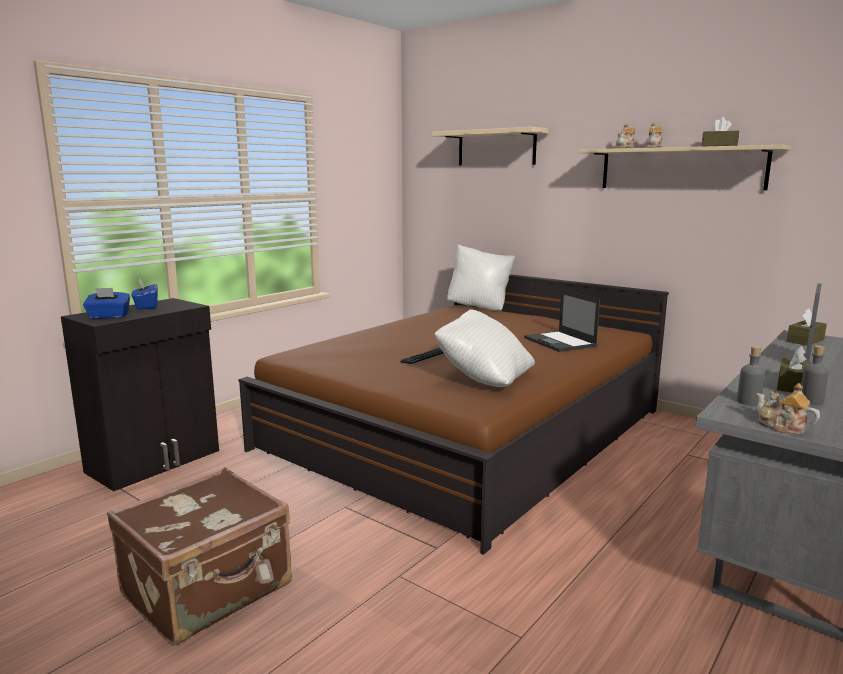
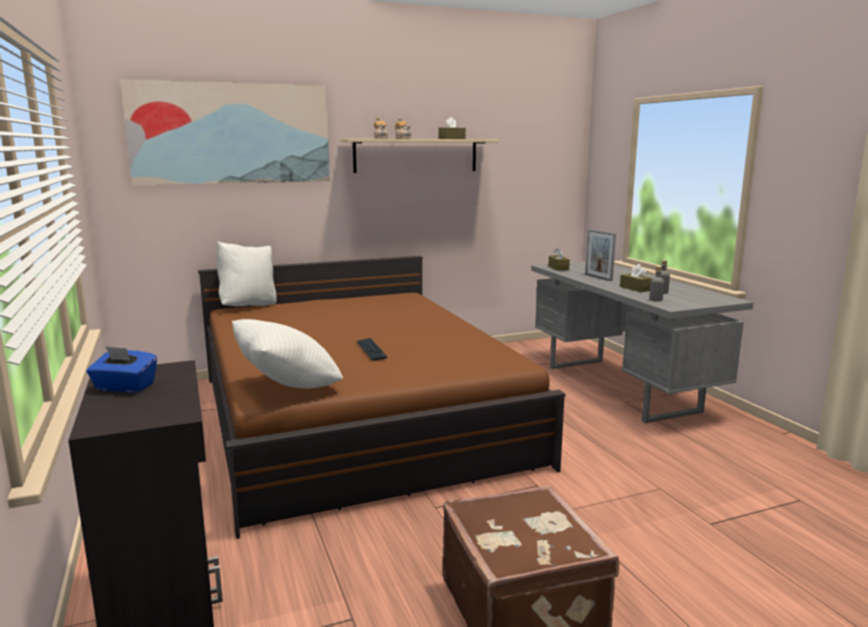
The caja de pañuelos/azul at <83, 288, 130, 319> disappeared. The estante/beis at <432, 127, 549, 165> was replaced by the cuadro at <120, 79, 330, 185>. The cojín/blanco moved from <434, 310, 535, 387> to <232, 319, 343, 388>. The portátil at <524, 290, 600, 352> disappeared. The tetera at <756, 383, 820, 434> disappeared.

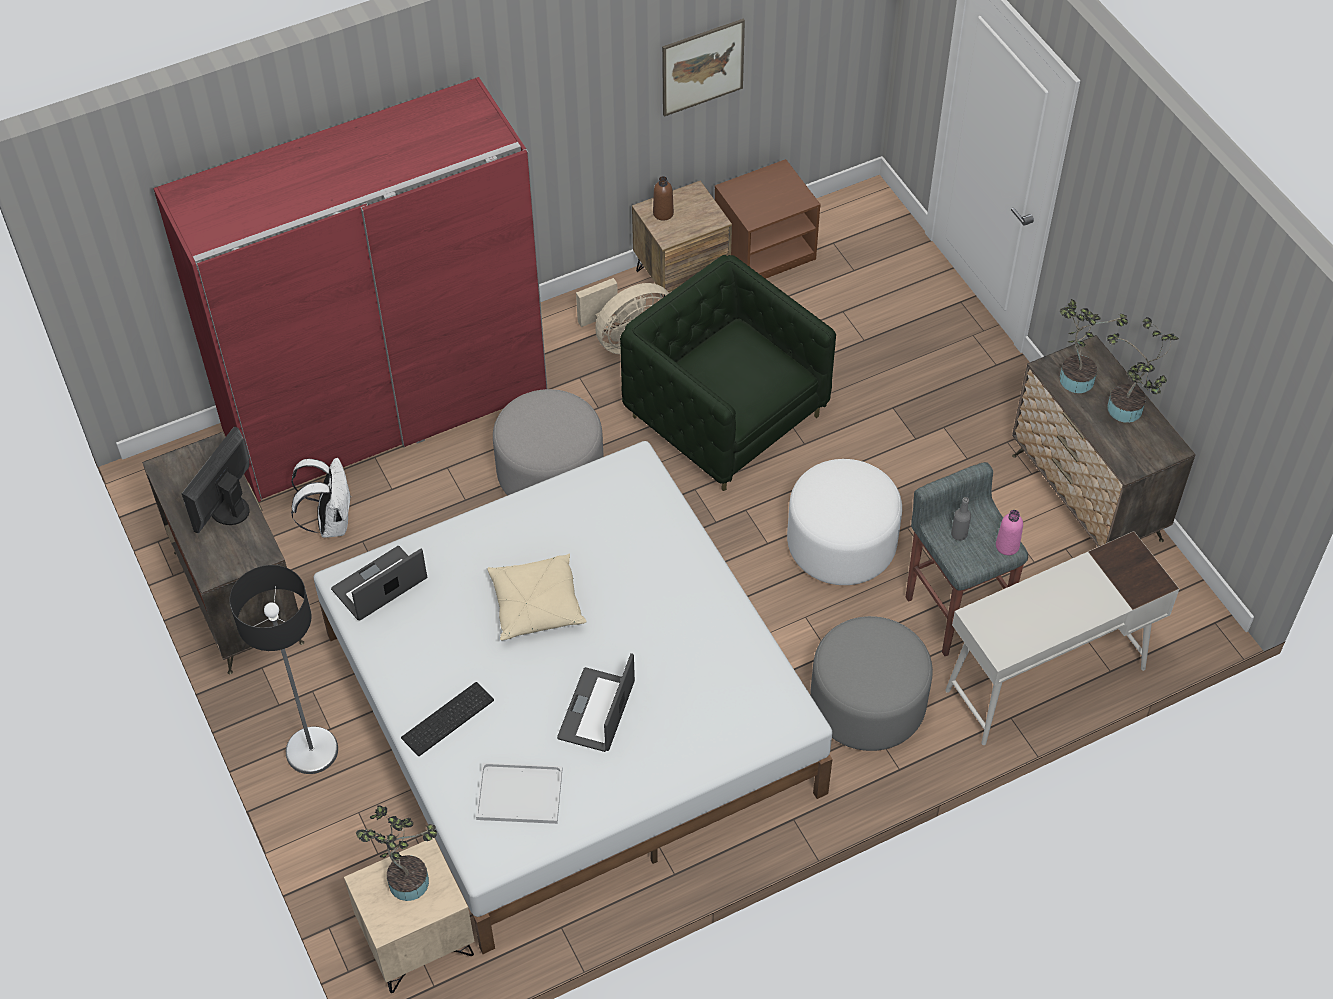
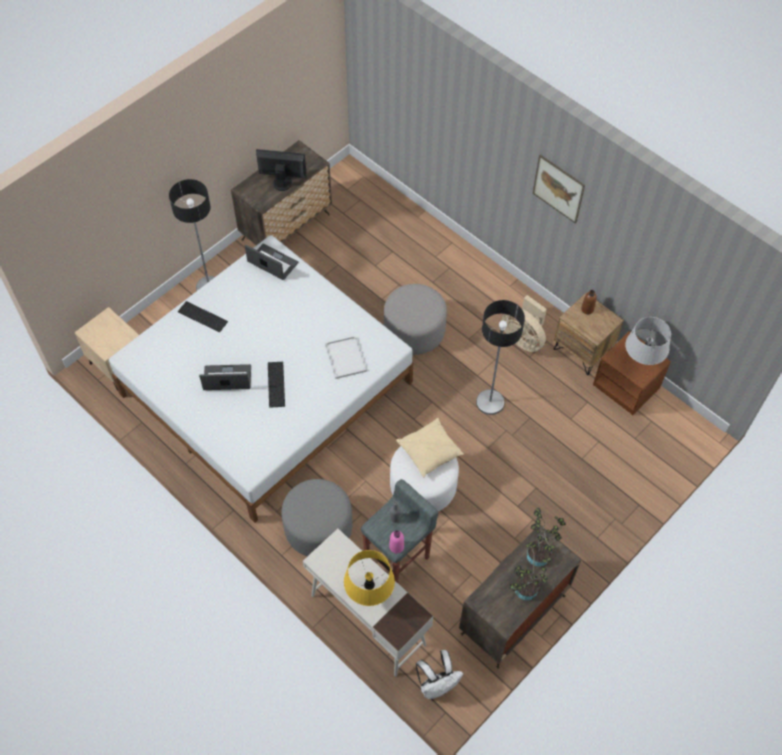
The armario ropero/rojo at <153, 77, 547, 502> disappeared. The mochila/blanco moved from <291, 458, 352, 538> to <416, 650, 464, 699>. The planta en maceta at <356, 805, 437, 901> disappeared. The bandeja/blanco moved from <476, 763, 563, 824> to <325, 336, 367, 379>. The cojín/beis moved from <487, 553, 587, 640> to <396, 418, 464, 477>. The sillón/verde at <620, 255, 836, 491> was replaced by the lámpara de pie at <476, 300, 525, 415>. The cuadro moved from <662, 18, 745, 117> to <533, 154, 585, 224>. The teclado at <268, 362, 285, 408> appeared. The lámpara de mesa/amarillo at <344, 550, 395, 606> appeared. The lámpara de mesa/gris at <625, 317, 671, 365> appeared.

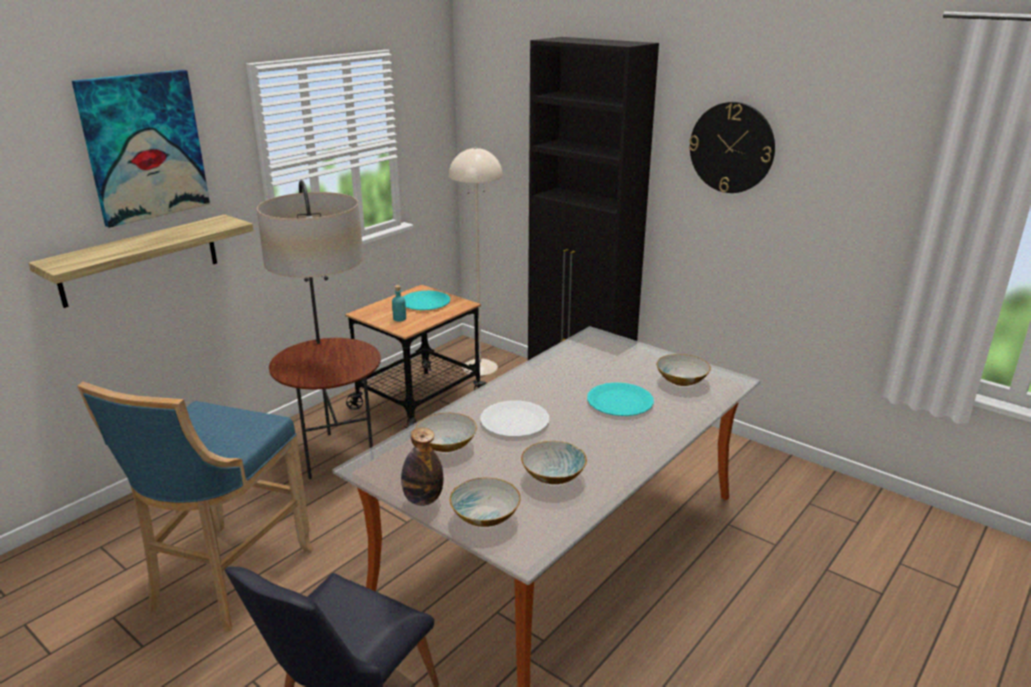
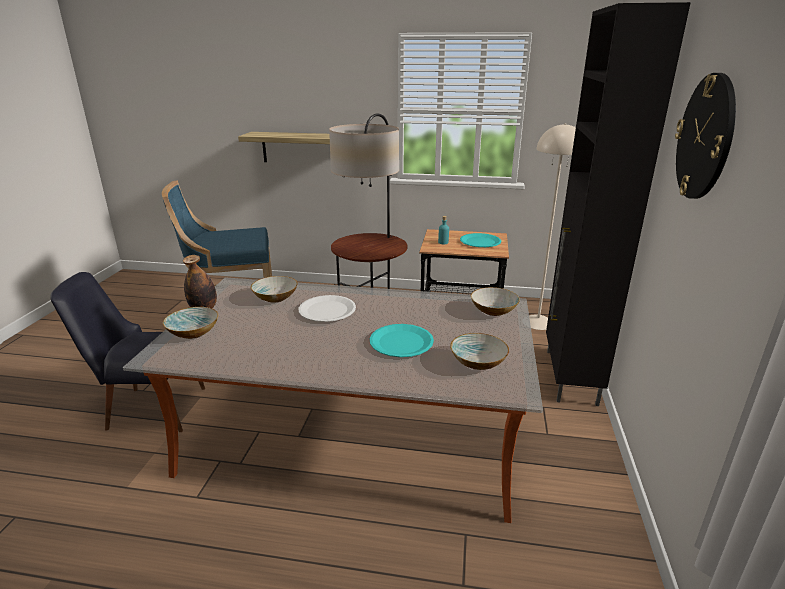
The cuadro at <72, 70, 210, 228> disappeared. The cuenco moved from <521, 441, 587, 484> to <471, 287, 520, 316>.

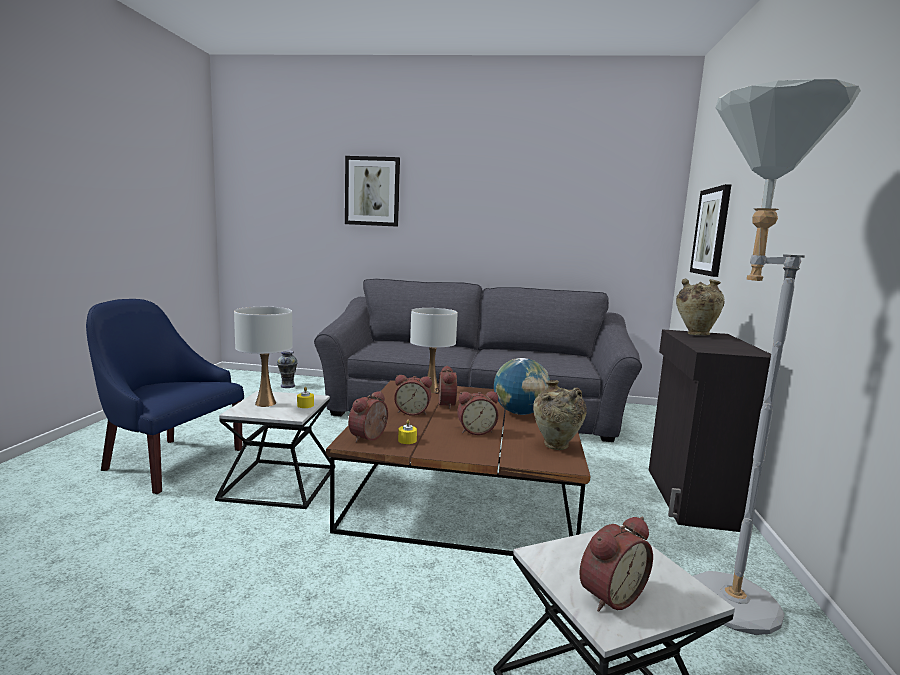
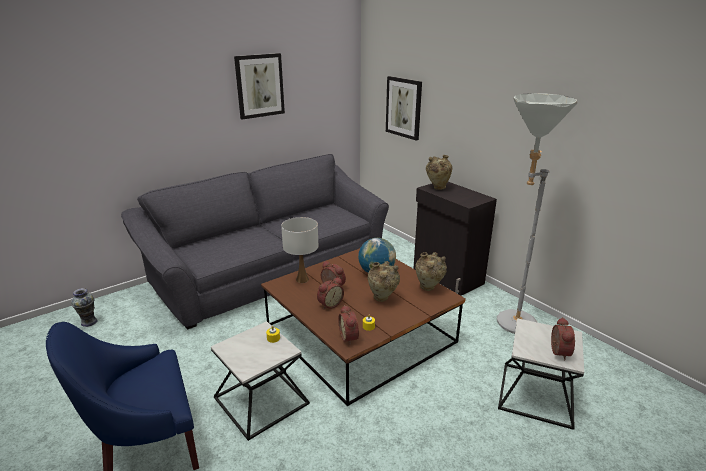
The lámpara de mesa/blanco at <234, 307, 293, 407> disappeared. The cuadro moved from <345, 156, 400, 227> to <234, 53, 285, 120>. The despertador at <457, 391, 498, 435> was replaced by the florero/beis at <368, 261, 400, 302>.

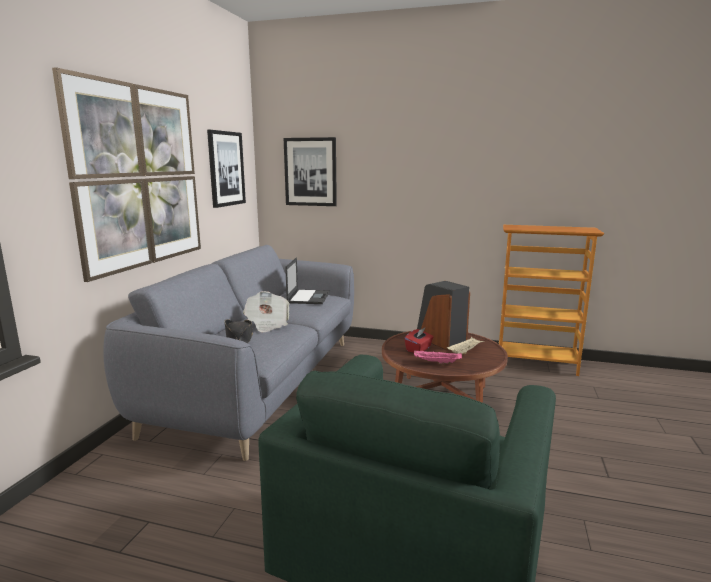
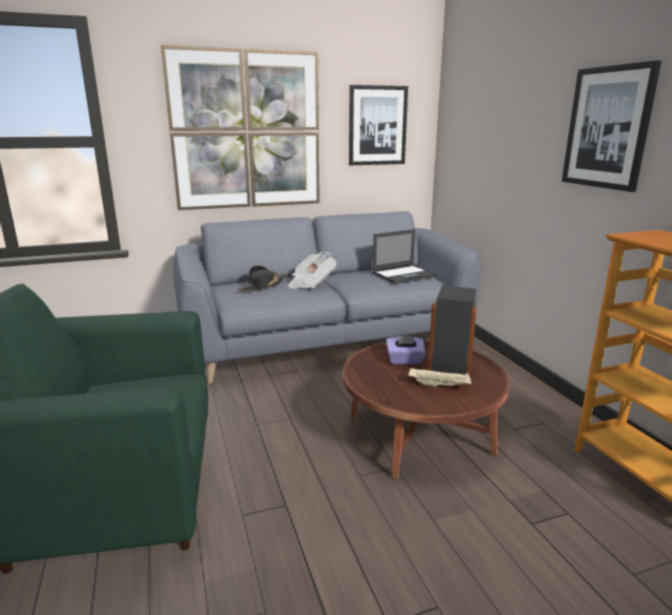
The cuadro moved from <284, 137, 337, 206> to <562, 60, 661, 192>. The caja de pañuelos/rojo at <404, 327, 434, 353> became the caja de pañuelos/morado at <386, 336, 426, 365>. The bandeja/rosa at <414, 351, 462, 364> disappeared.

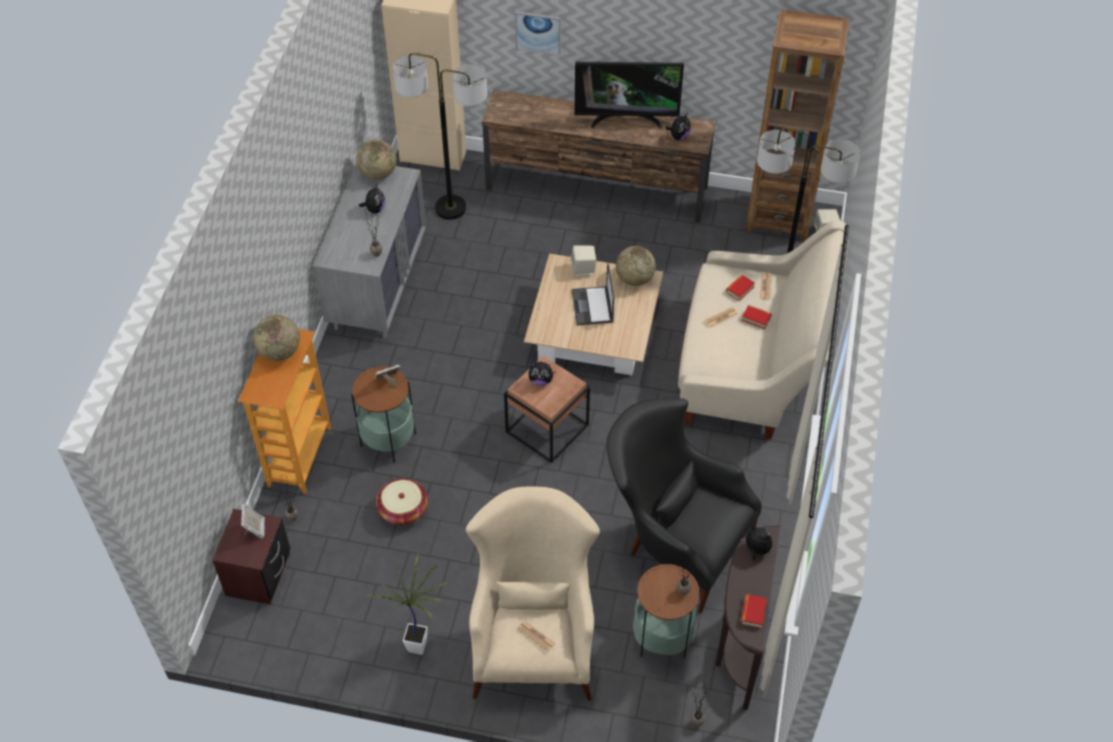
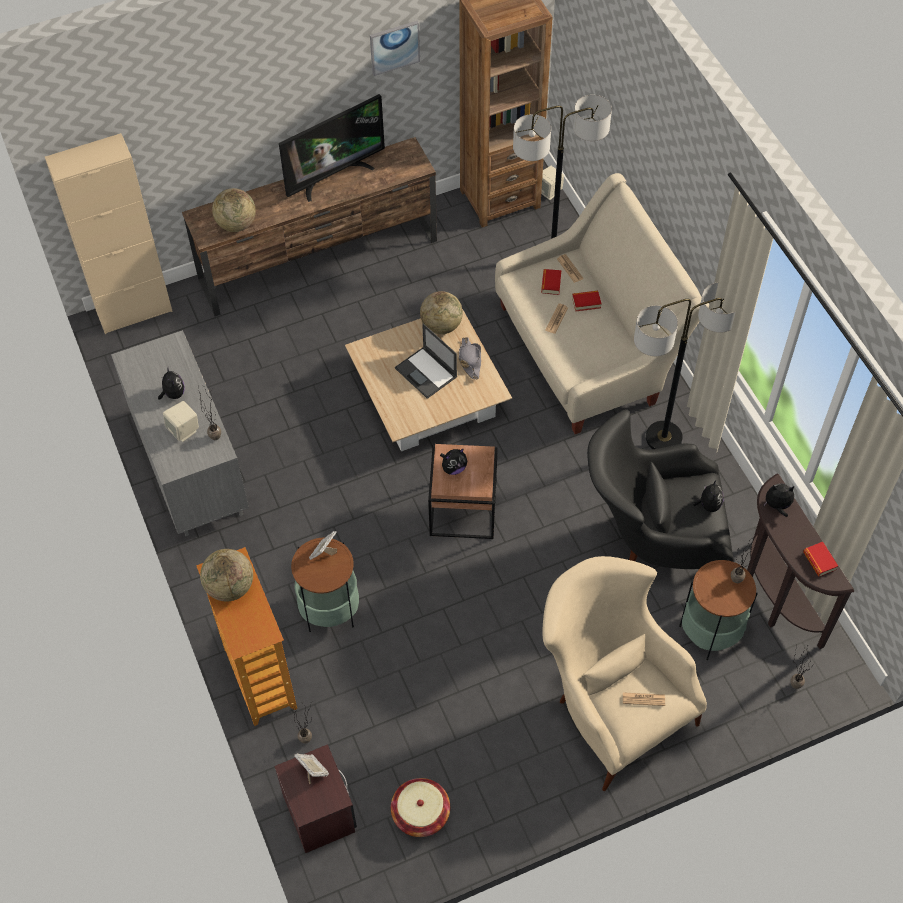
The globo terráqueo moved from <356, 140, 397, 180> to <212, 188, 256, 232>. The planta en maceta at <364, 552, 450, 655> disappeared. The cesta moved from <376, 479, 428, 525> to <391, 778, 450, 837>. The lámpara de pie moved from <393, 53, 487, 220> to <634, 282, 736, 449>. The cuadro moved from <515, 11, 561, 55> to <370, 21, 420, 76>. The altavoz/beis moved from <571, 245, 596, 277> to <163, 401, 199, 442>. The peluche moved from <665, 113, 691, 140> to <693, 480, 724, 512>. The sombrero/gris at <459, 337, 481, 379> appeared.

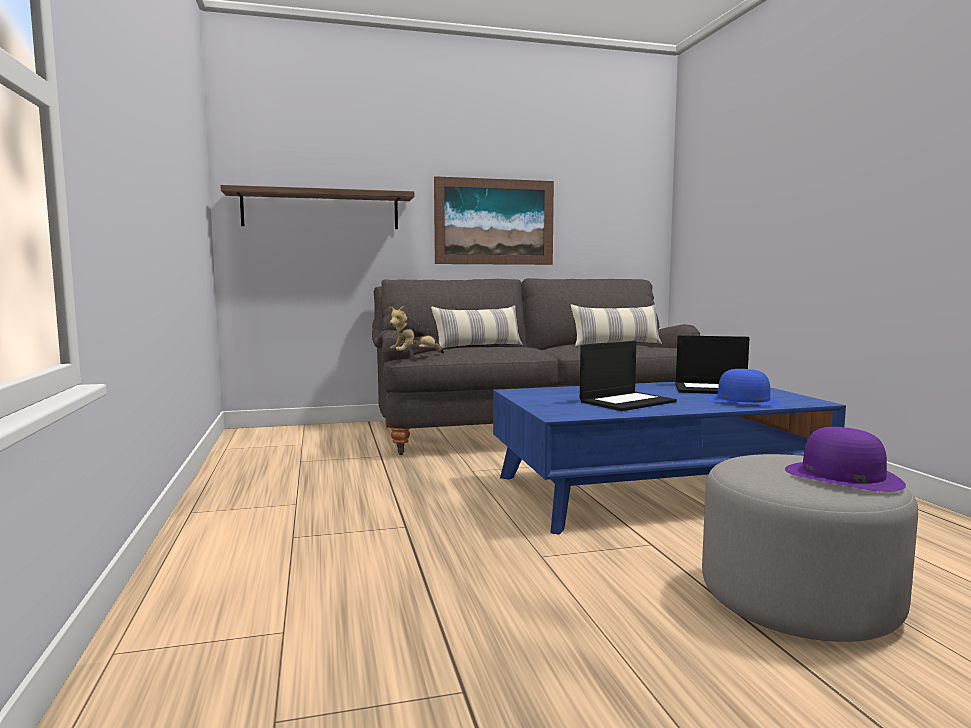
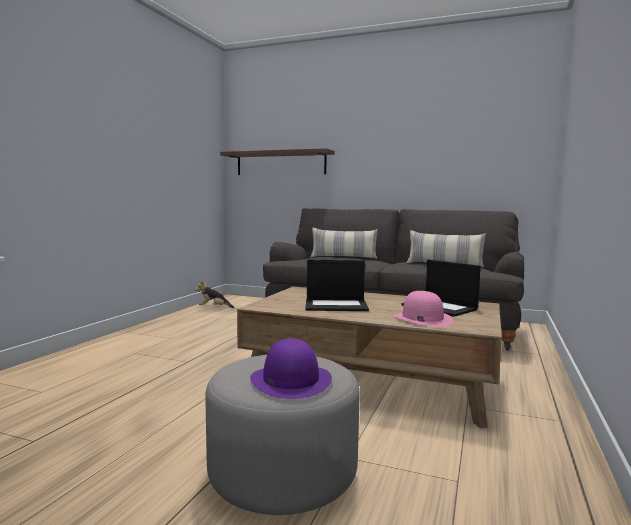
The peluche moved from <389, 305, 444, 353> to <195, 280, 234, 308>. The cuadro at <434, 176, 554, 265> disappeared. The mesa de centro/azul at <493, 382, 846, 535> became the mesa de centro/marrón at <237, 287, 502, 429>. The sombrero/azul at <706, 369, 782, 406> became the sombrero/rosa at <394, 291, 453, 327>.

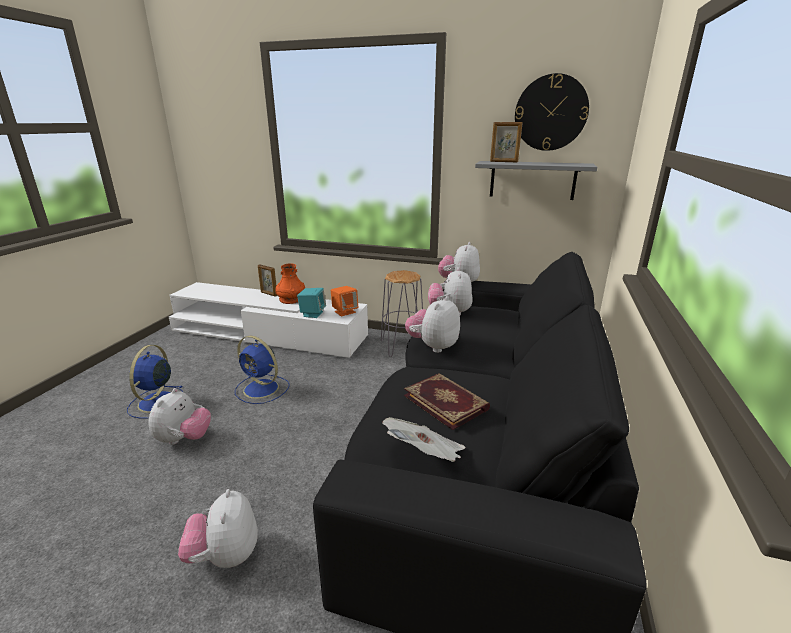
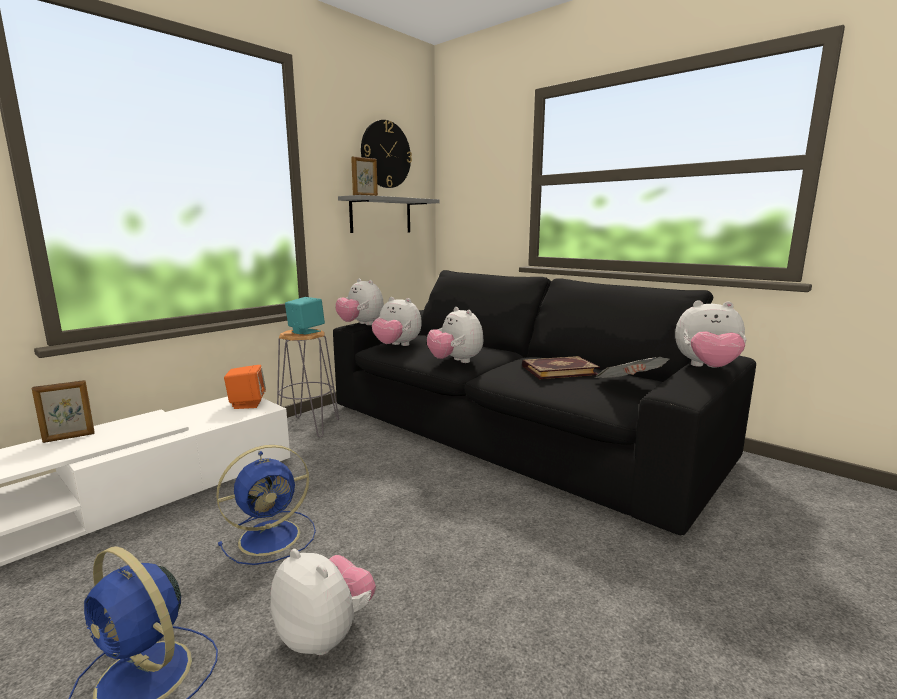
The peluche moved from <178, 489, 257, 568> to <675, 300, 746, 368>. The florero/naranja at <275, 263, 305, 304> disappeared. The altavoz/turquesa moved from <297, 288, 326, 318> to <285, 297, 325, 335>.

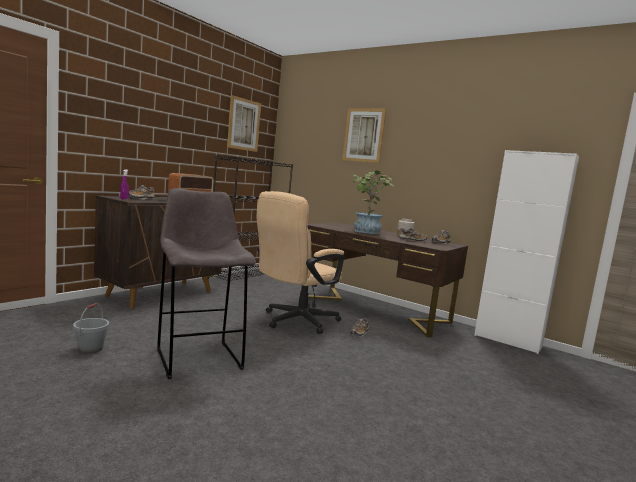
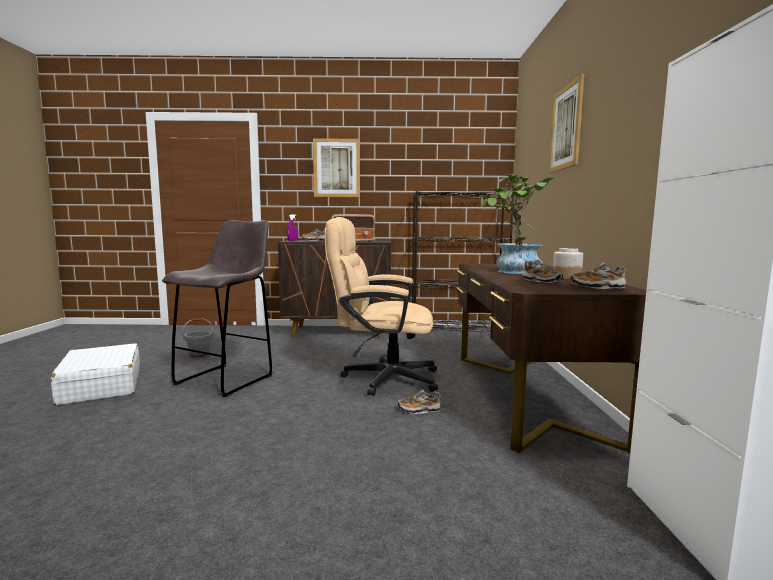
The cuadro moved from <227, 95, 261, 152> to <313, 138, 360, 197>. The maleta/blanco at <51, 343, 140, 405> appeared.

